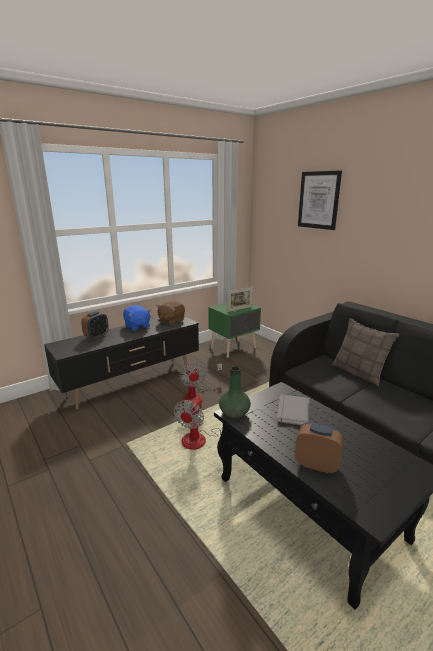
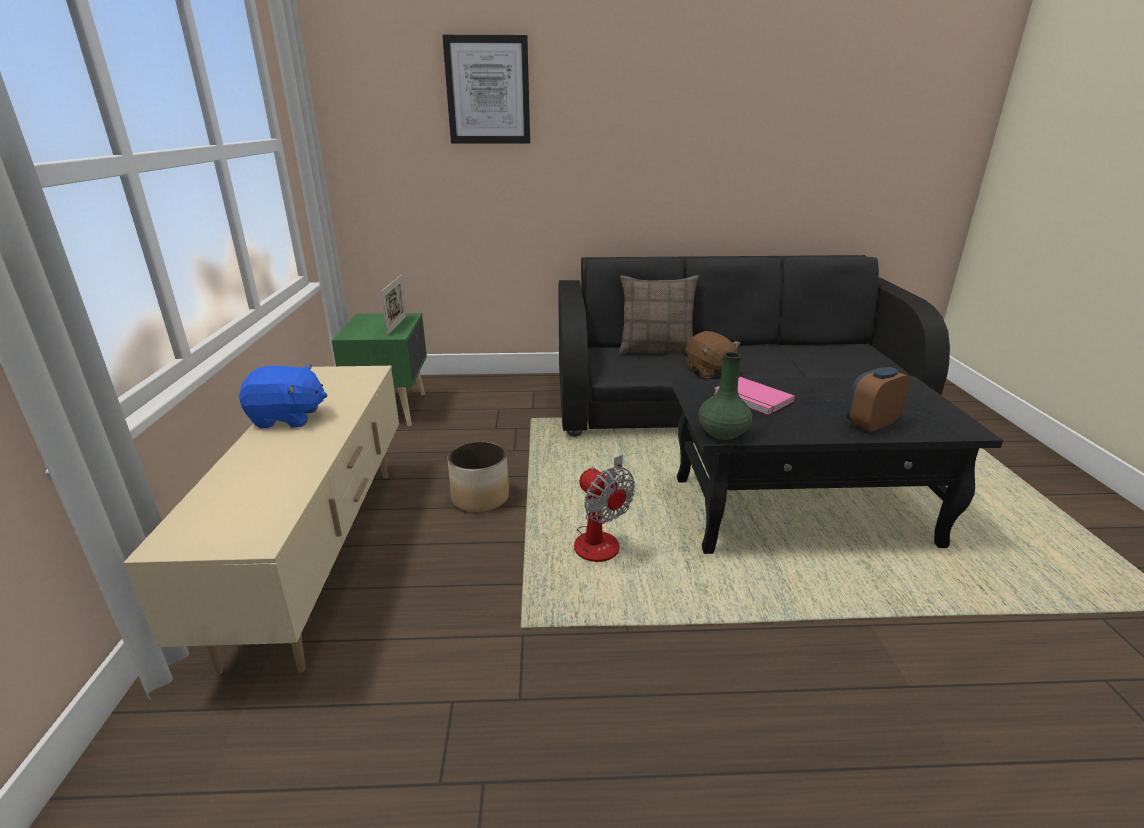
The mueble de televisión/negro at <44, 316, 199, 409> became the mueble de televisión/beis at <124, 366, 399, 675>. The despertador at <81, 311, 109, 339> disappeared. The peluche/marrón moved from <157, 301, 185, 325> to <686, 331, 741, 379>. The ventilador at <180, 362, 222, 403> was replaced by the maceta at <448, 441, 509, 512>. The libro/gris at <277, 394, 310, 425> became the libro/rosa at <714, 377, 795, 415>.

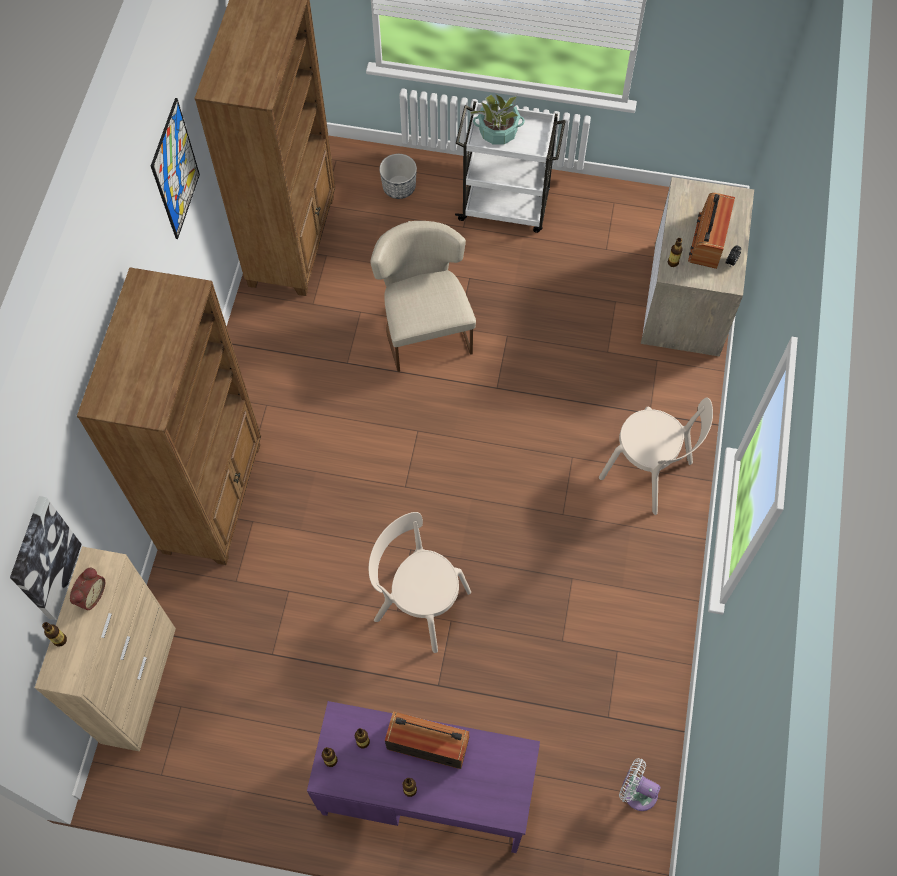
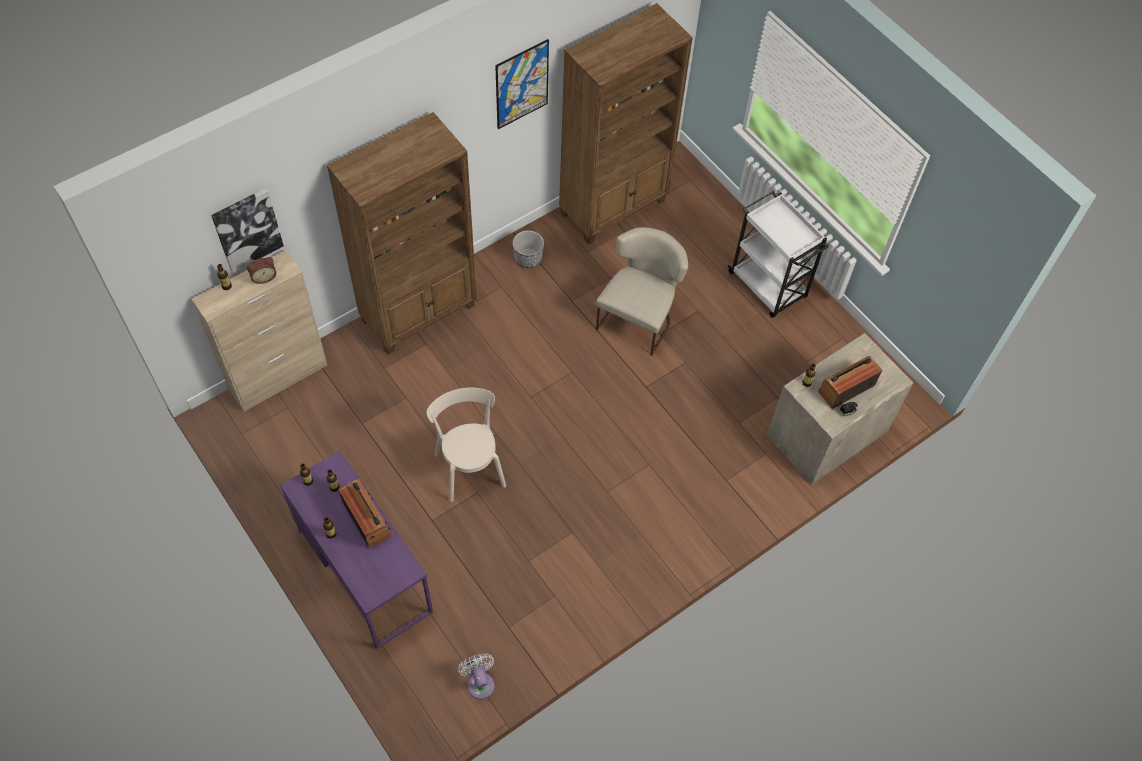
The maceta moved from <379, 154, 417, 199> to <513, 230, 544, 268>. The planta en maceta at <469, 94, 525, 144> disappeared. The silla/beis at <599, 398, 713, 515> disappeared.

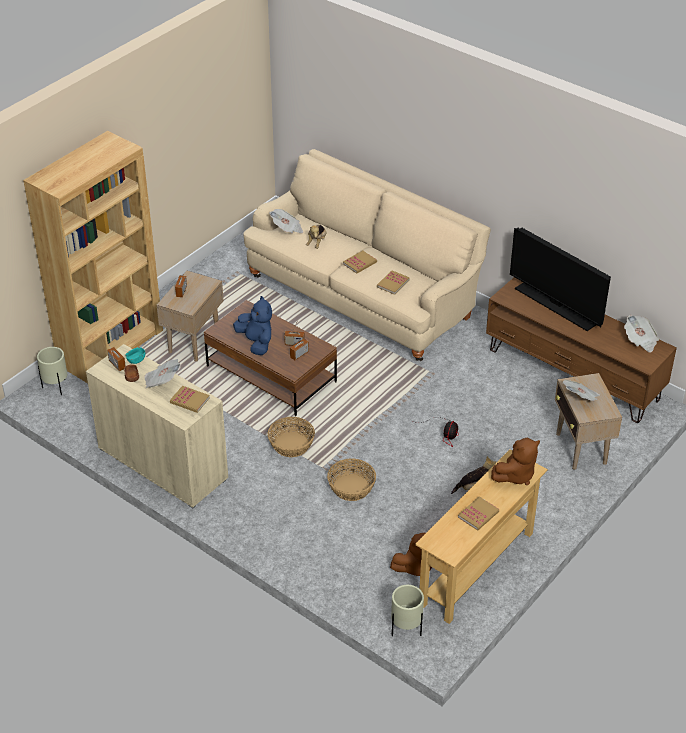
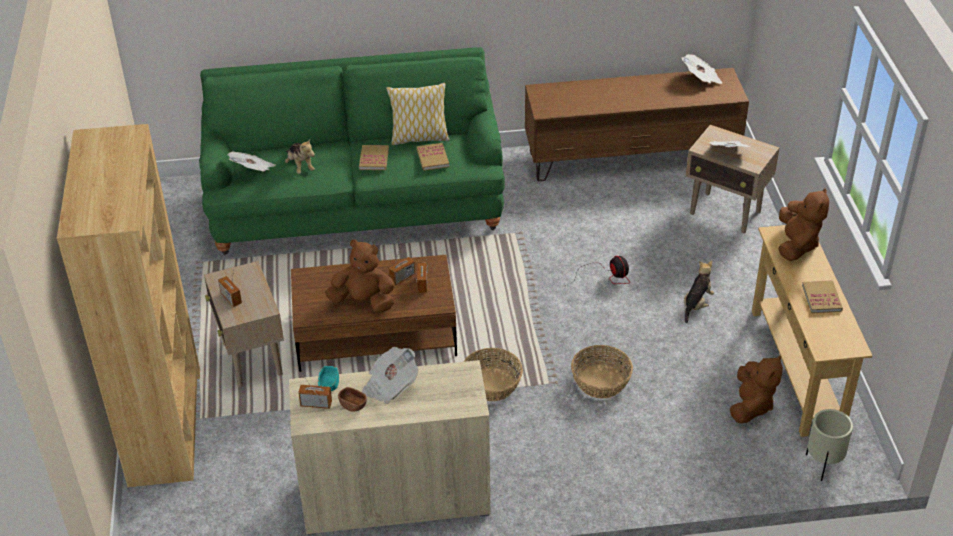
The maceta/beis at <37, 347, 67, 395> disappeared. The libro at <170, 386, 210, 413> disappeared. The peluche/azul at <233, 296, 272, 355> became the peluche/marrón at <325, 240, 395, 313>. The sofá/beis at <243, 149, 491, 361> became the sofá/verde at <199, 47, 505, 255>. The televisor at <510, 228, 611, 331> disappeared. The cojín at <386, 83, 449, 145> appeared.

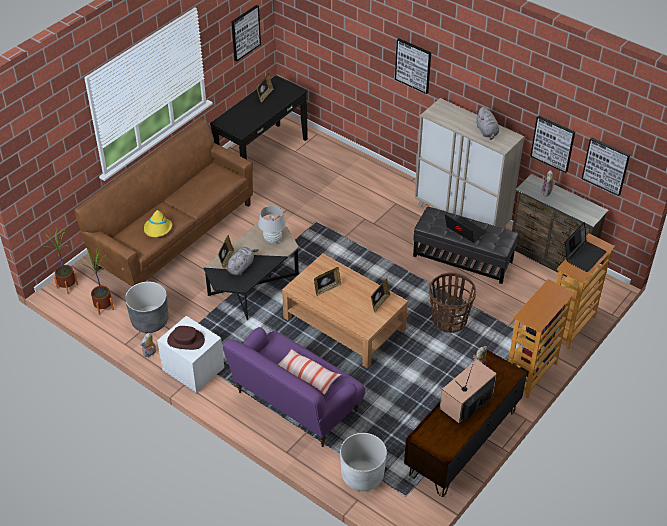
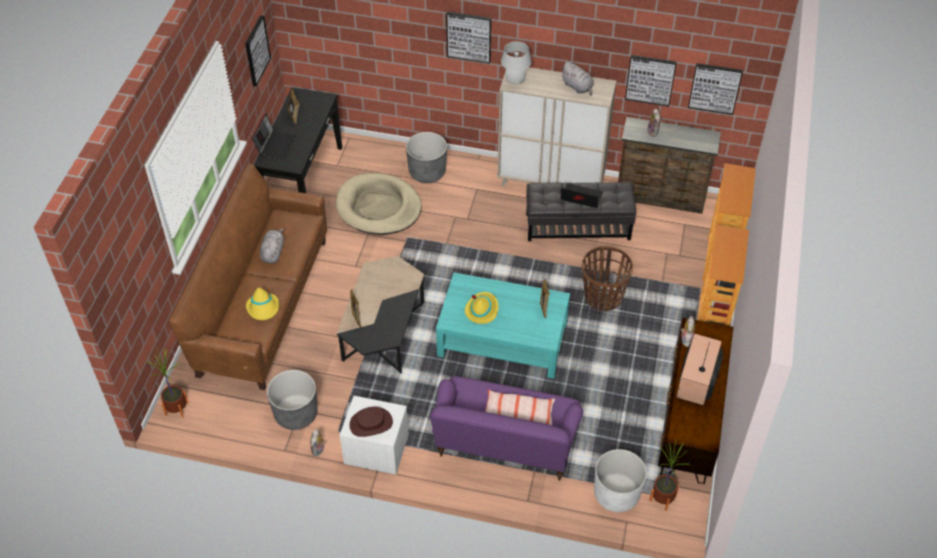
The planta en maceta moved from <80, 250, 114, 315> to <650, 441, 691, 511>. The peluche/gris moved from <227, 247, 259, 275> to <260, 228, 284, 264>. The lámpara de mesa/blanco moved from <258, 206, 286, 243> to <501, 41, 532, 84>. The mesa de centro/marrón at <282, 254, 408, 368> became the mesa de centro/turquesa at <436, 272, 570, 379>. The portarretratos at <314, 267, 342, 296> was replaced by the sombrero/amarillo at <465, 292, 498, 324>. The portátil moved from <565, 222, 607, 272> to <252, 113, 296, 160>. The cama para perro/beis at <335, 173, 422, 235> appeared. The maceta/gris at <406, 132, 447, 183> appeared.

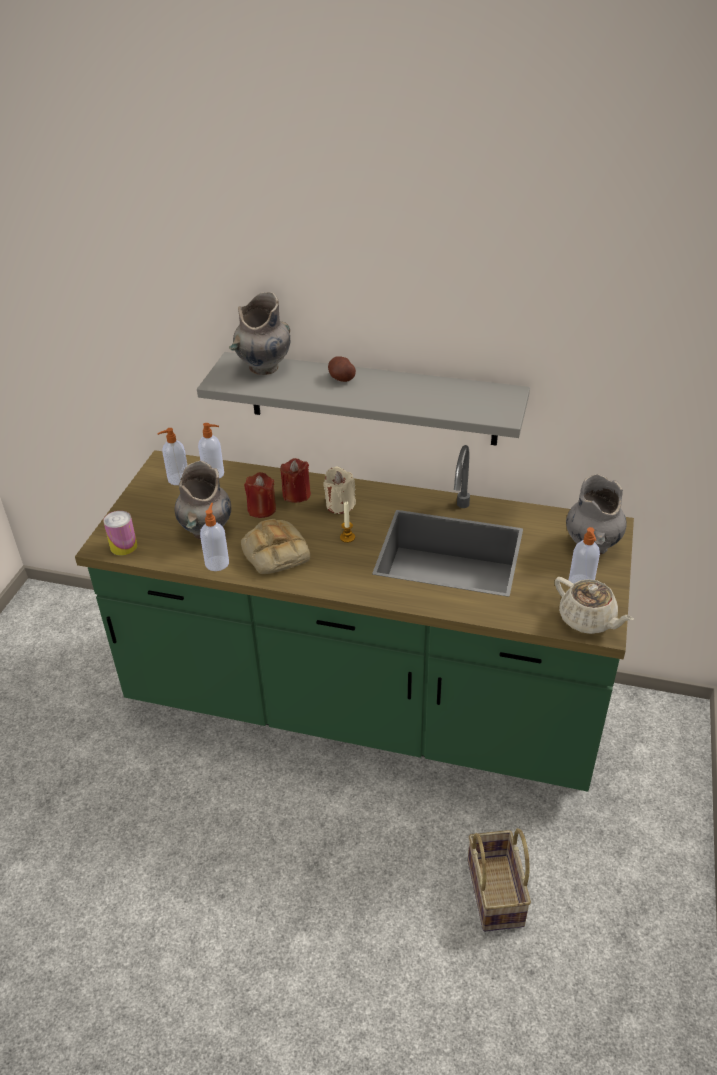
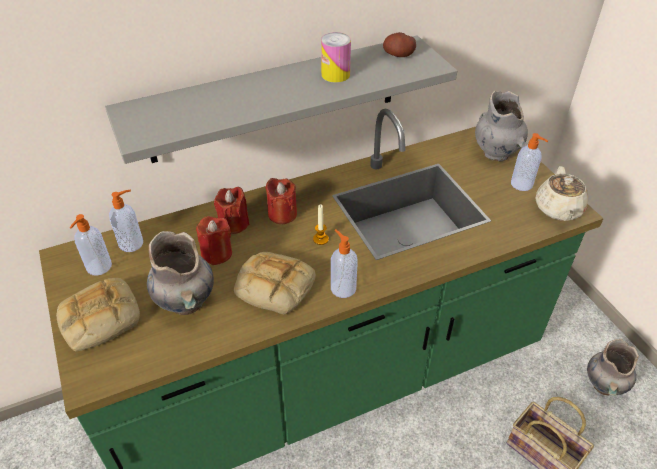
The lata moved from <103, 511, 137, 556> to <321, 32, 351, 83>. The dispensador de jabón moved from <200, 503, 229, 571> to <331, 229, 358, 298>. The florero/gris moved from <229, 292, 291, 375> to <587, 339, 639, 396>. The vela/beis at <323, 466, 356, 514> became the vela/rojo at <265, 178, 297, 224>. The patata moved from <328, 356, 356, 382> to <383, 32, 416, 57>. The tetera/beis at <555, 577, 634, 634> turned 90 degrees clockwise. The pan at <56, 277, 140, 352> appeared.

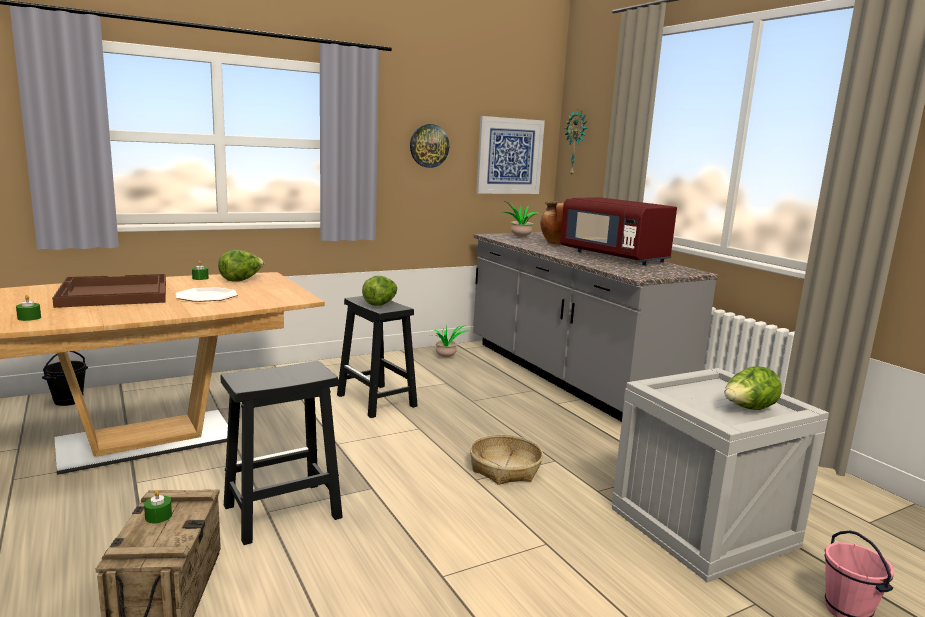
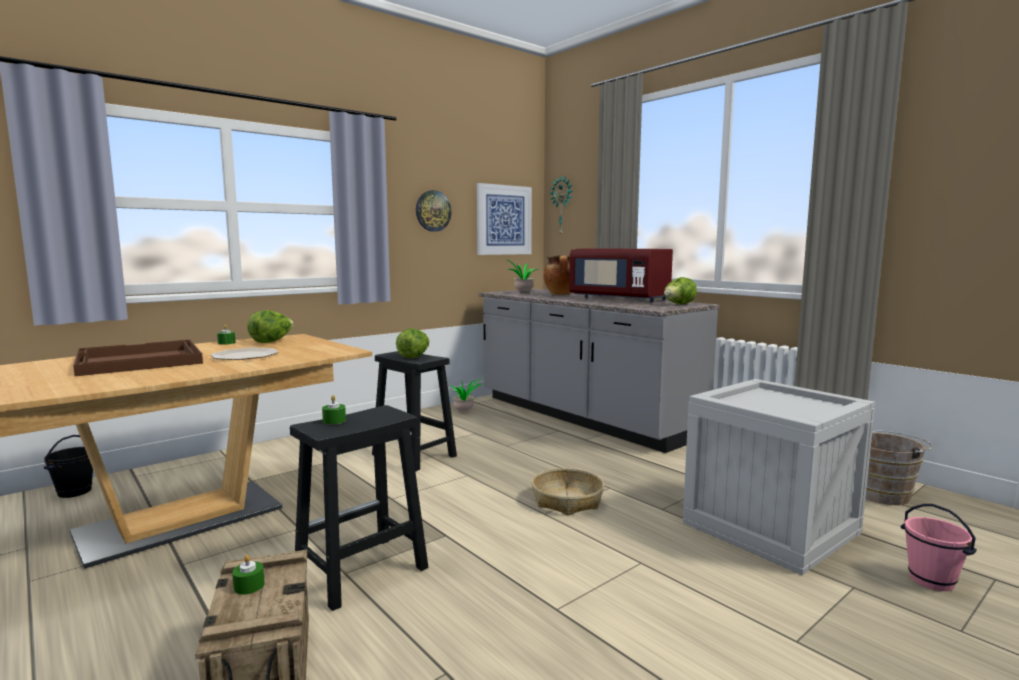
The vela/verde moved from <16, 295, 41, 321> to <322, 395, 346, 425>. The lechuga moved from <725, 366, 782, 410> to <664, 277, 697, 304>. The cubo/marrón at <865, 431, 932, 505> appeared.

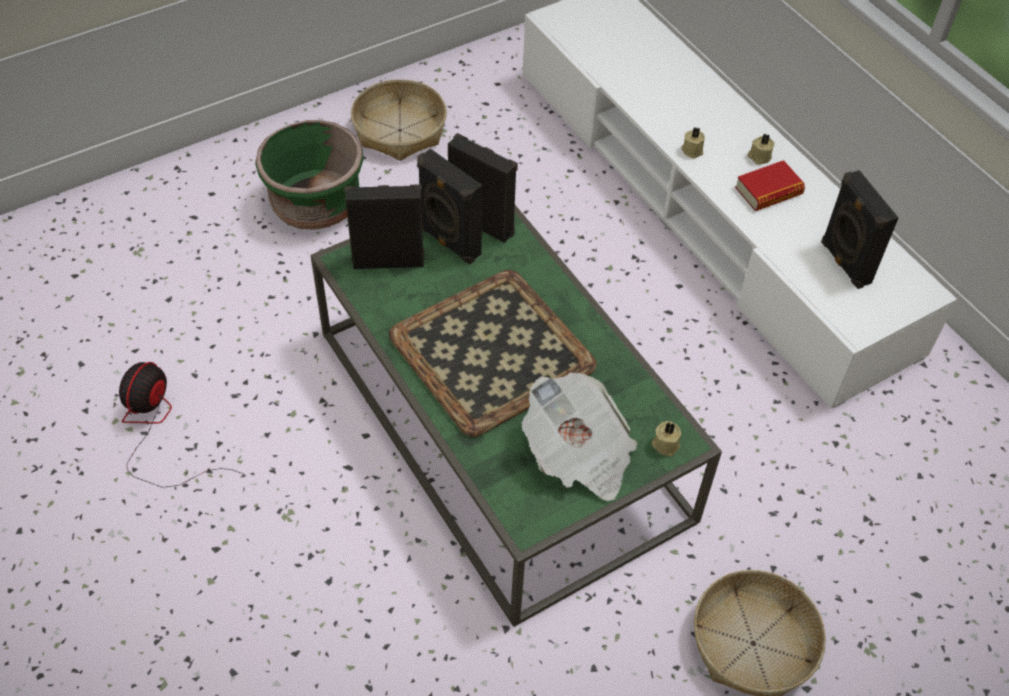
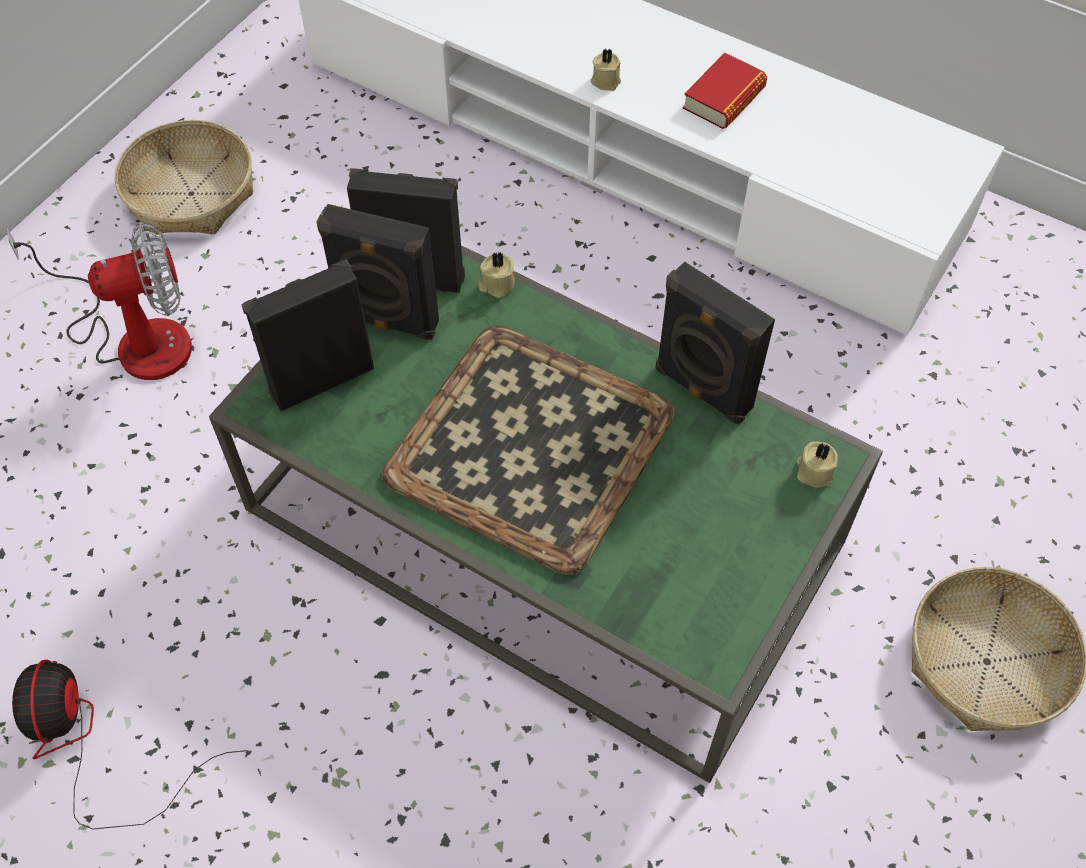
The maceta/verde at <255, 120, 364, 230> was replaced by the ventilador at <7, 222, 192, 380>. The periódico at <522, 373, 637, 501> disappeared. The vela/beis moved from <747, 133, 775, 164> to <478, 252, 515, 298>. The altavoz/negro moved from <821, 170, 898, 289> to <655, 261, 775, 425>.

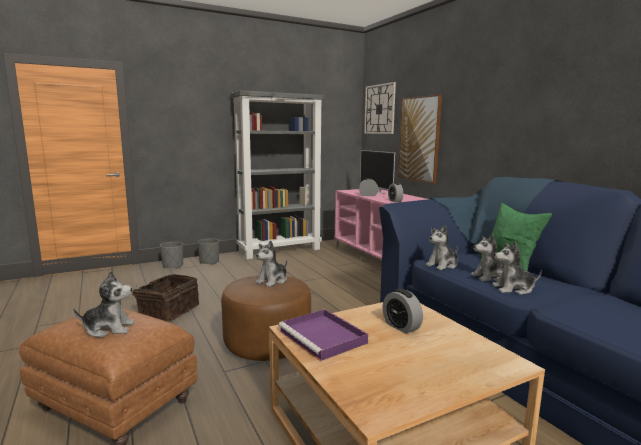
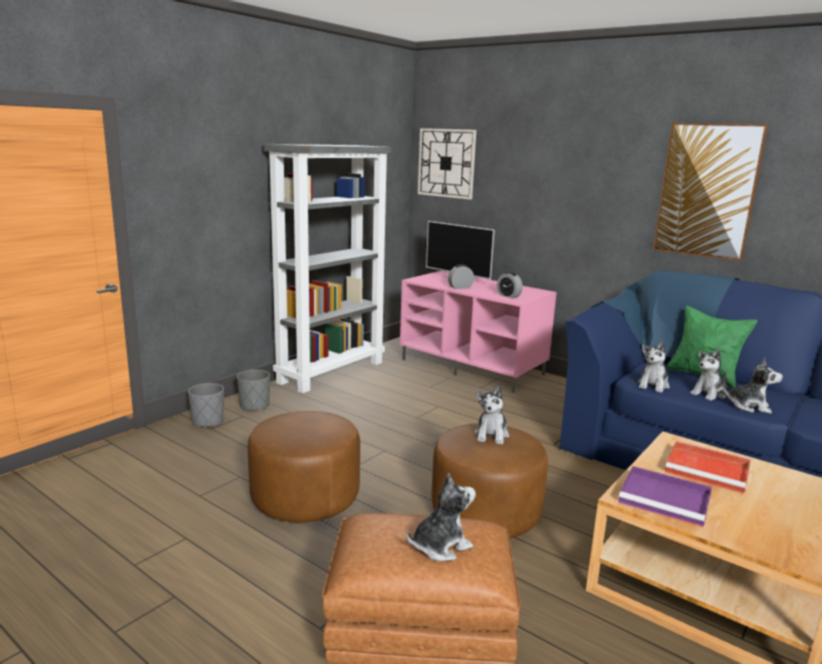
The cesta at <132, 274, 199, 322> was replaced by the puf/marrón at <248, 411, 360, 523>. The despertador at <382, 289, 423, 334> was replaced by the bandeja/rojo at <665, 441, 751, 494>. The cuadro moved from <398, 95, 442, 183> to <653, 123, 768, 261>. The peluche at <492, 241, 542, 295> turned 135 degrees counterclockwise.

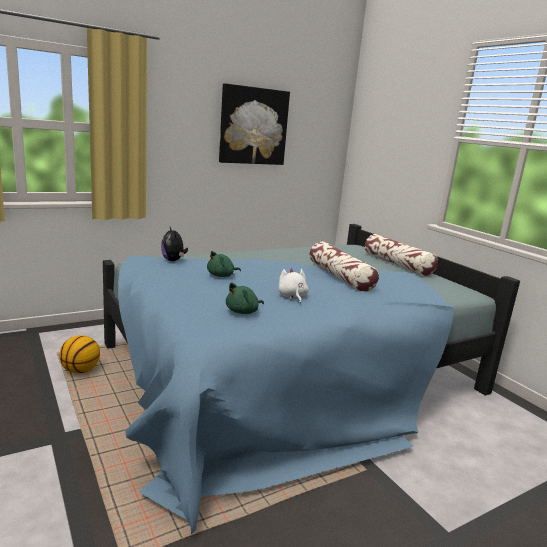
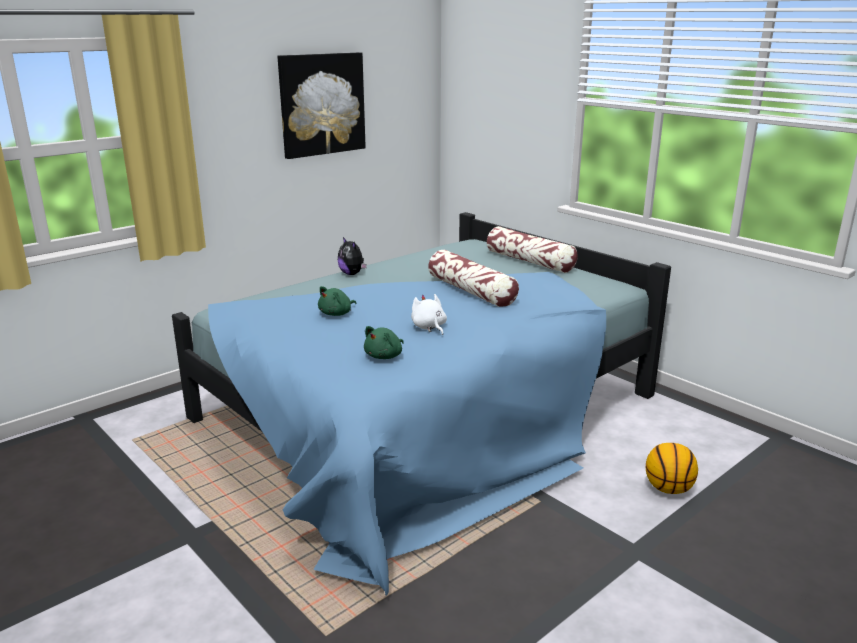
The balón de baloncesto moved from <59, 335, 100, 374> to <646, 443, 698, 494>. The peluche moved from <161, 227, 188, 261> to <338, 237, 367, 275>.

